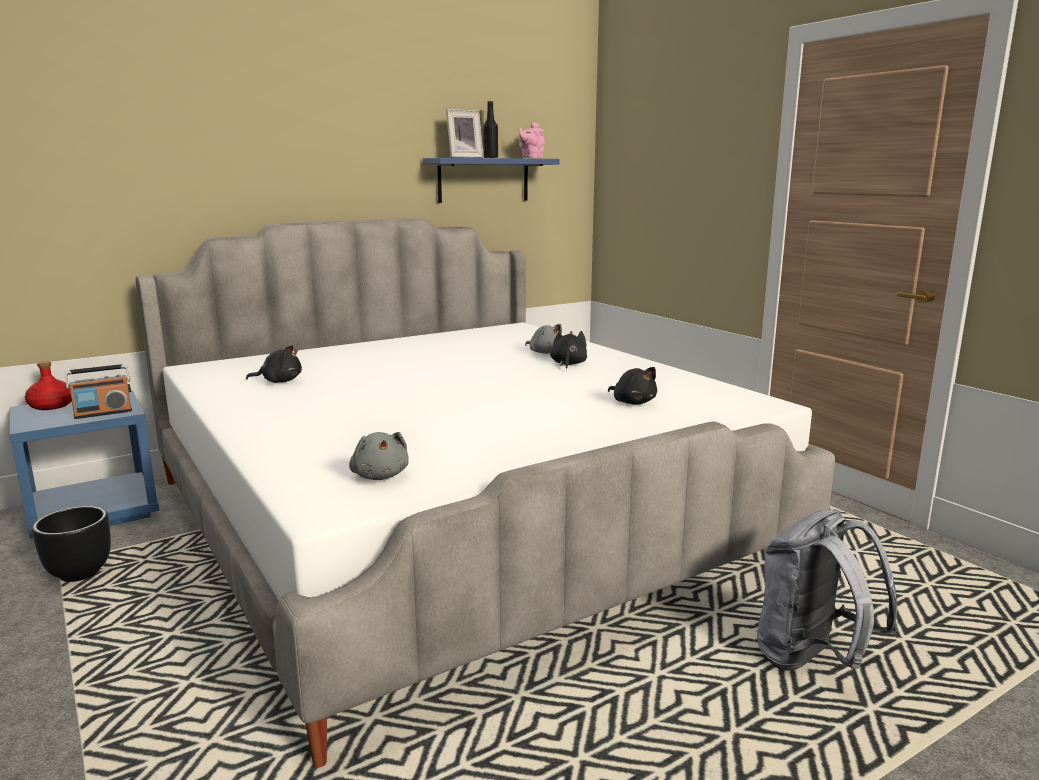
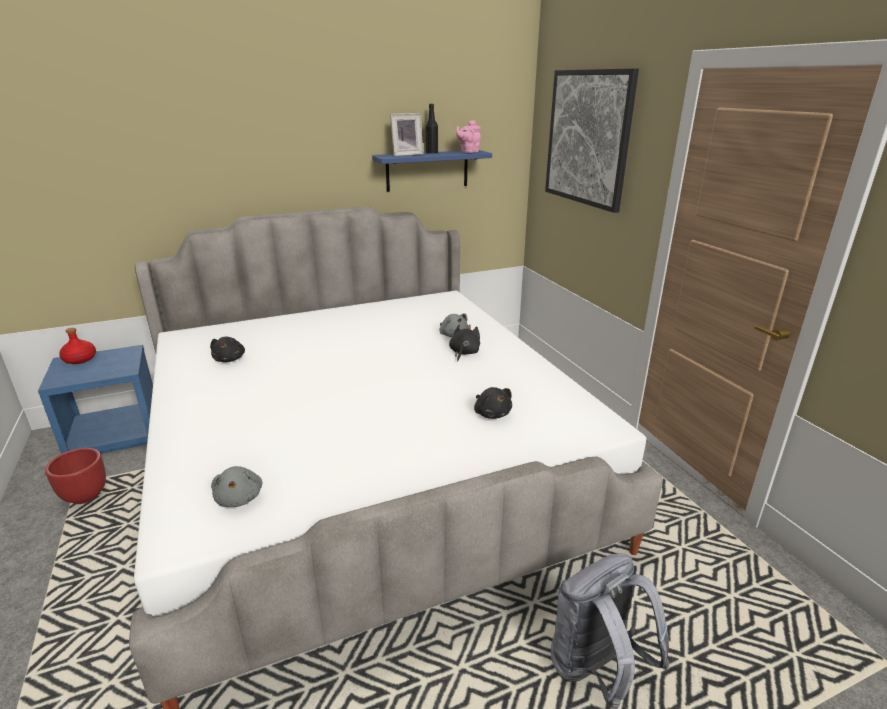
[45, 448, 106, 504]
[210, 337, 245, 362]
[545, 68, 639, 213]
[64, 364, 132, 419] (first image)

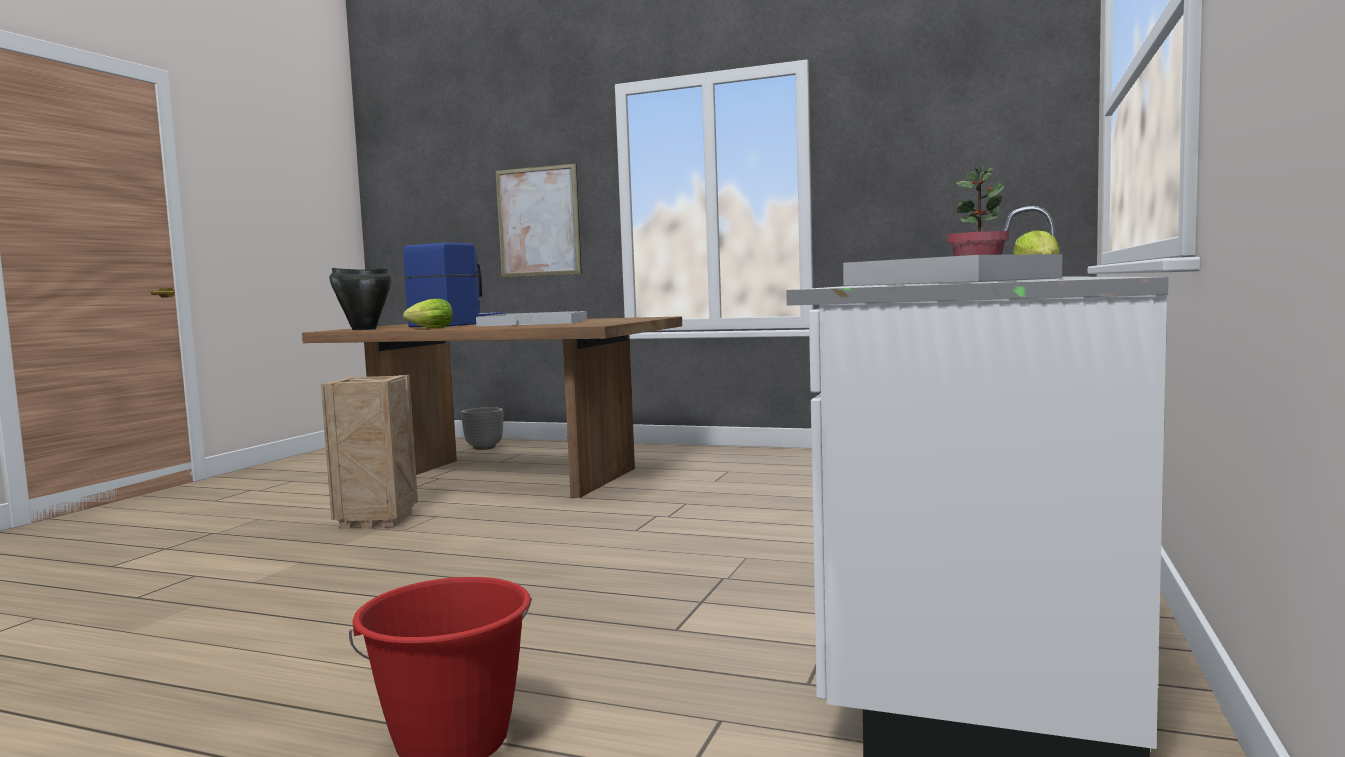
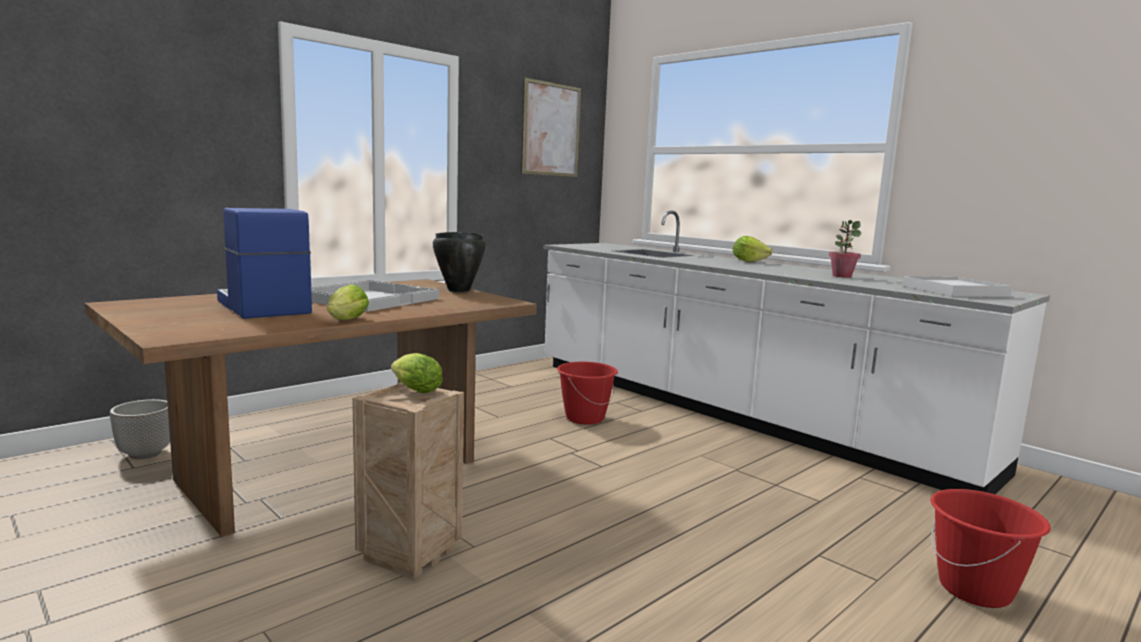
[391, 353, 443, 393]
[433, 232, 486, 292]
[521, 77, 581, 177]
[557, 362, 618, 424]

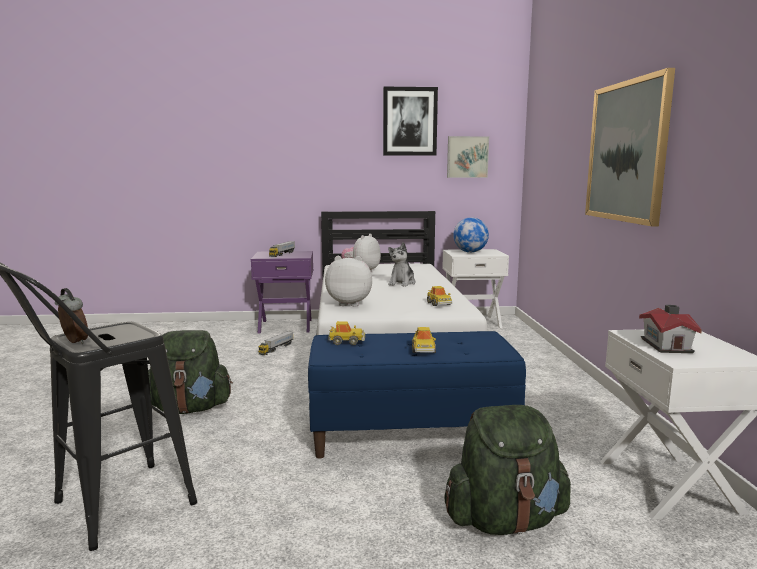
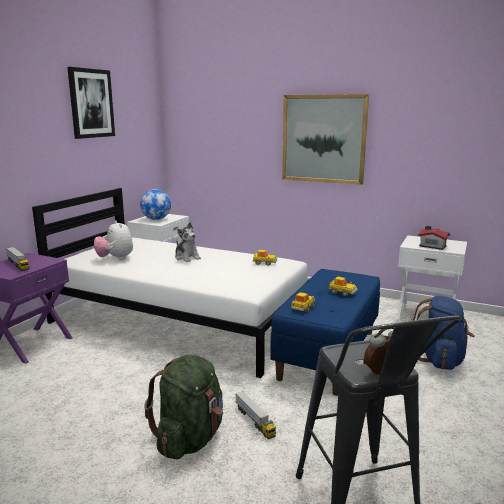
[235, 391, 276, 439]
[411, 296, 475, 370]
[325, 256, 372, 306] (first image)
[447, 136, 489, 178] (first image)

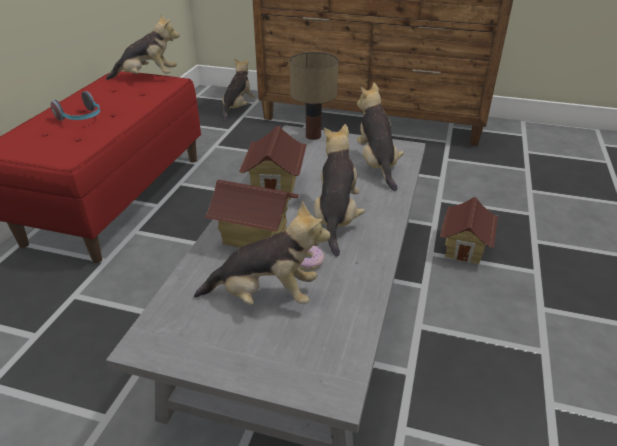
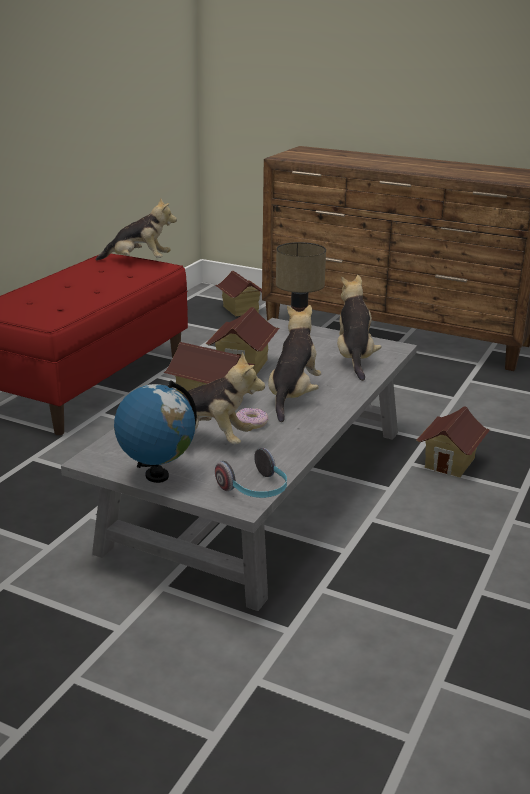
[114, 380, 197, 483]
[215, 271, 262, 317]
[215, 448, 287, 498]

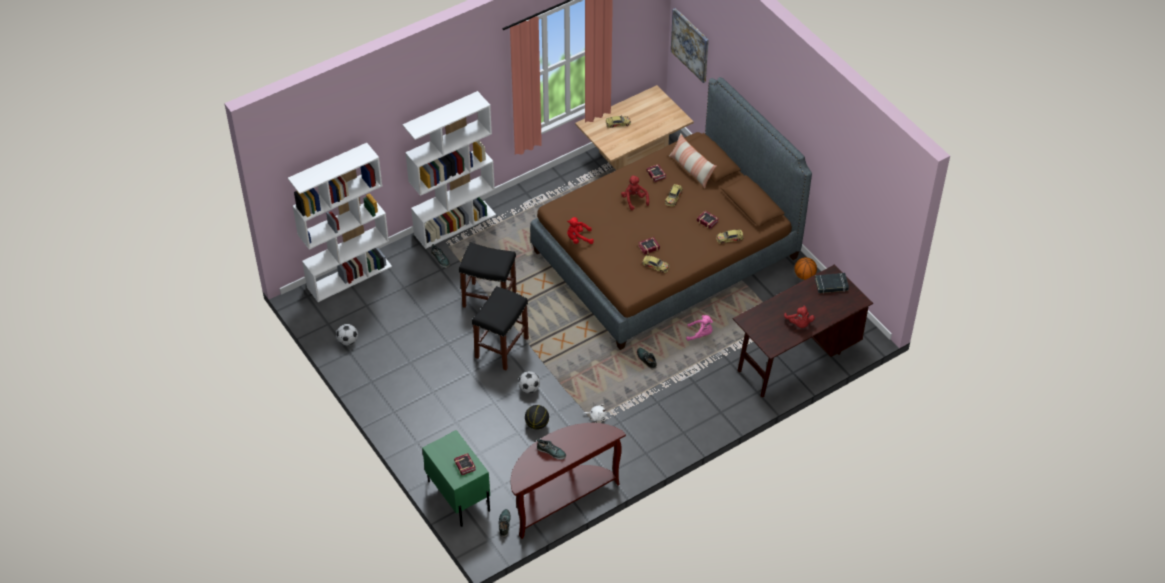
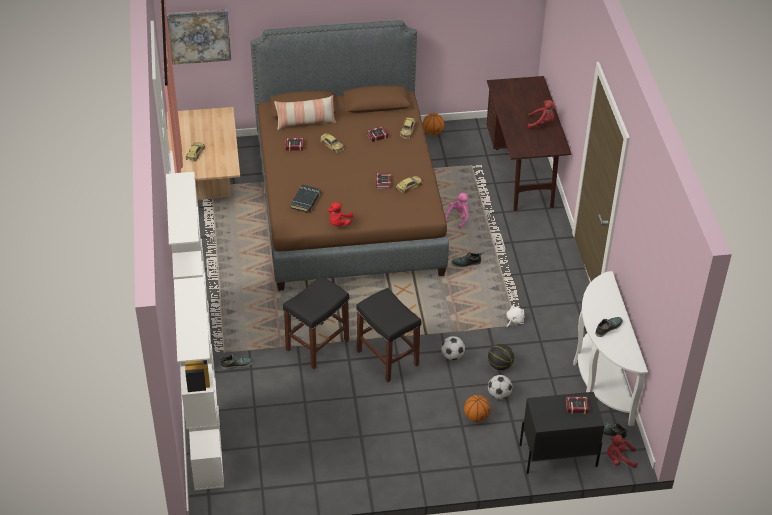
[290, 184, 321, 213]
[464, 395, 491, 422]
[488, 375, 512, 399]
[519, 392, 604, 474]
[573, 271, 648, 426]
[607, 434, 638, 468]

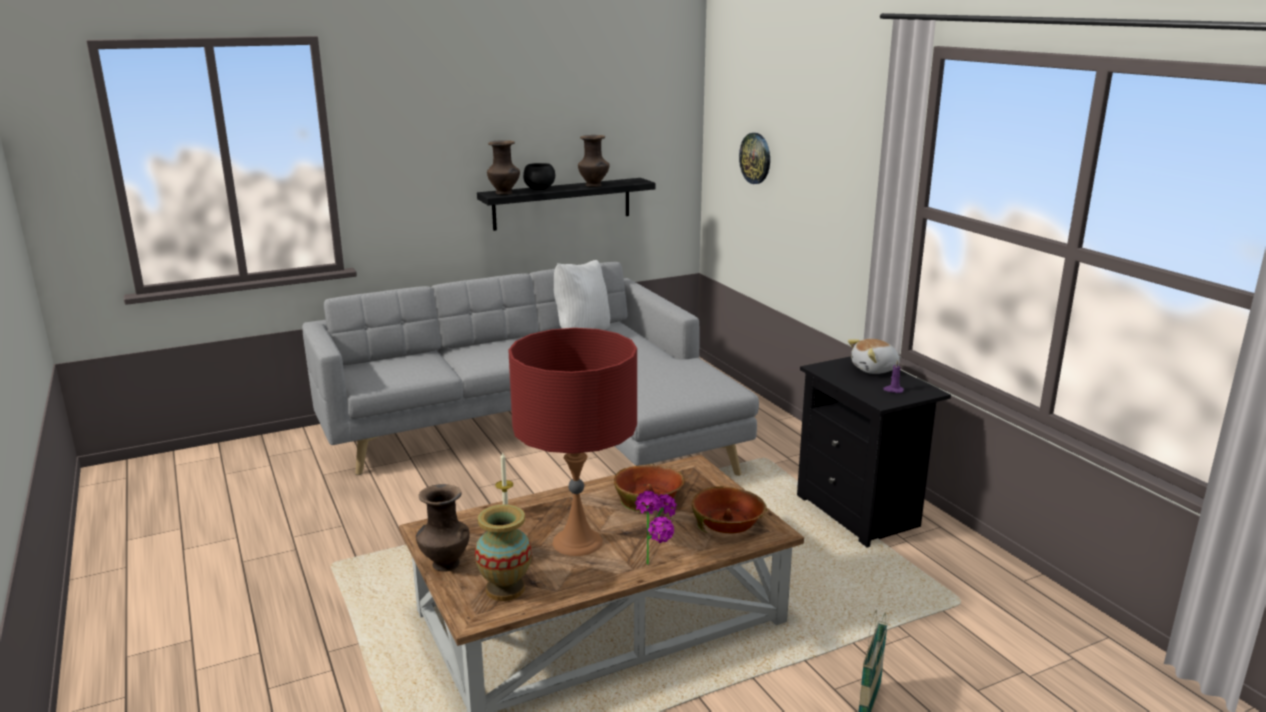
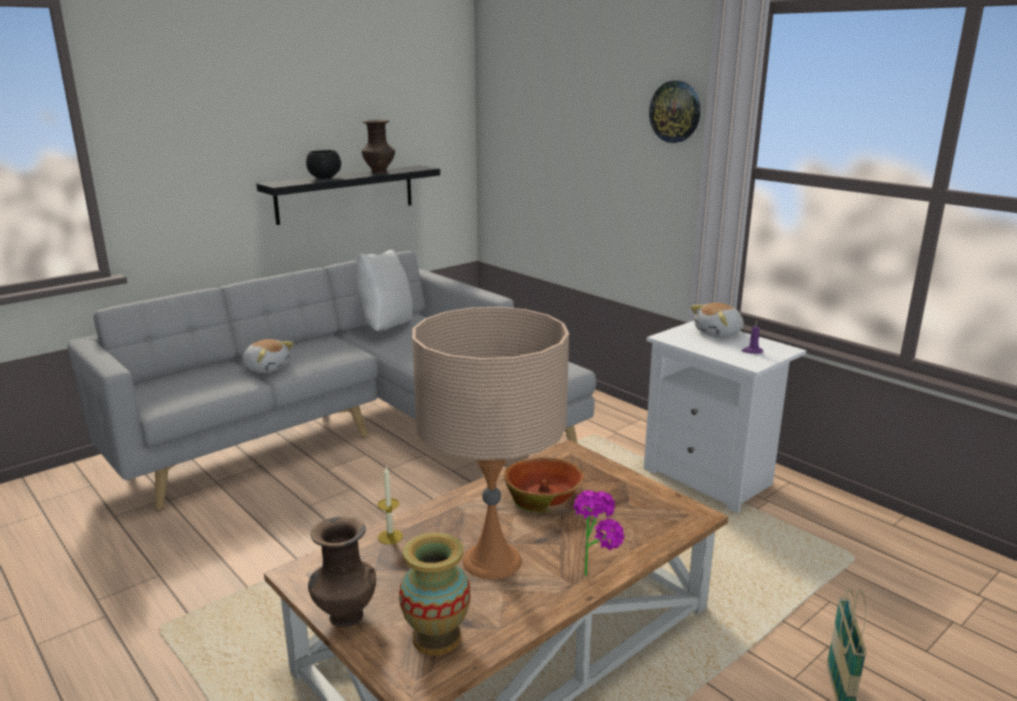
[242, 339, 294, 373]
[412, 307, 569, 579]
[644, 321, 806, 513]
[649, 81, 700, 143]
[487, 140, 520, 195] (first image)
[692, 486, 767, 534] (first image)

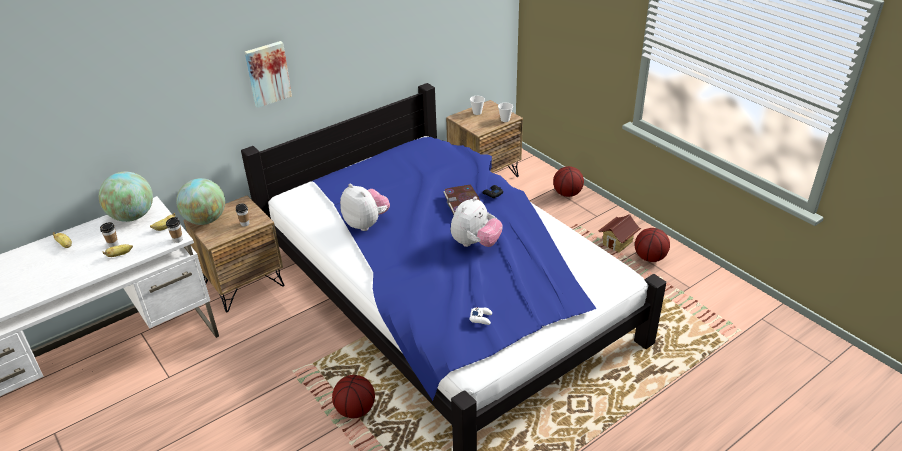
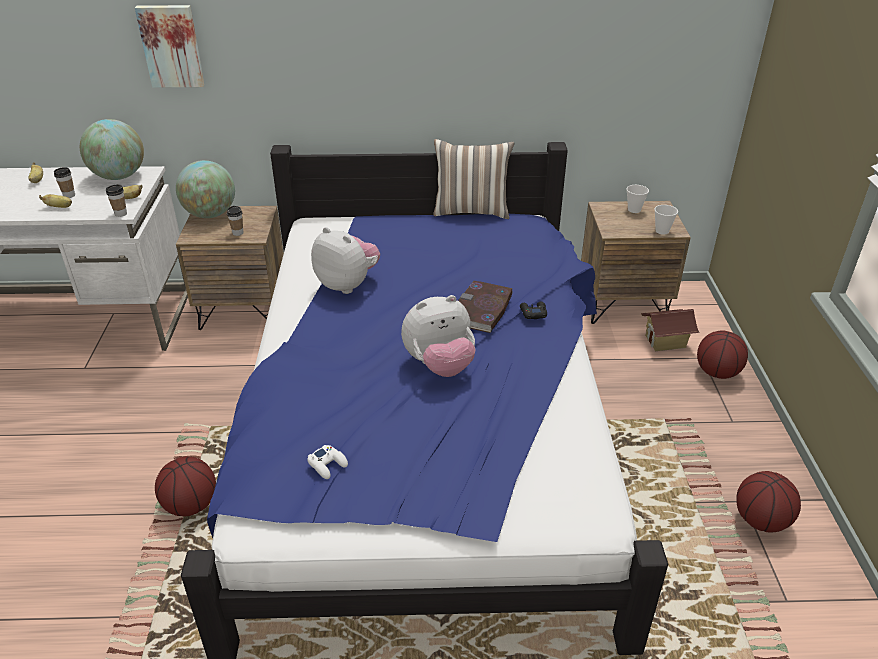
[135, 5, 205, 88]
[311, 227, 380, 294]
[433, 139, 514, 219]
[641, 309, 700, 351]

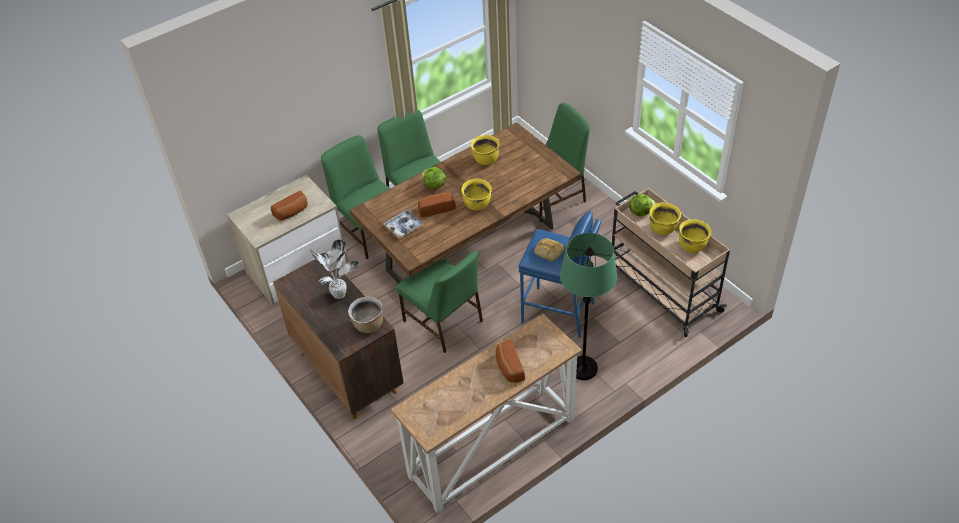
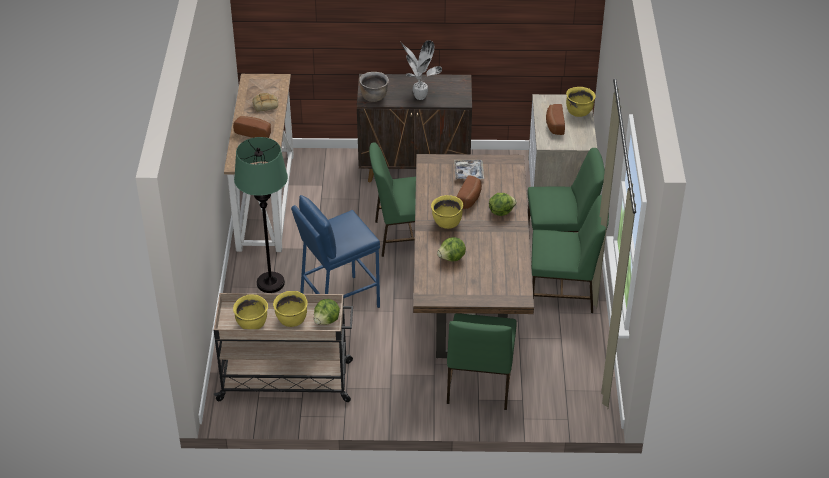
[252, 93, 278, 112]
[437, 237, 466, 261]
[566, 87, 596, 117]

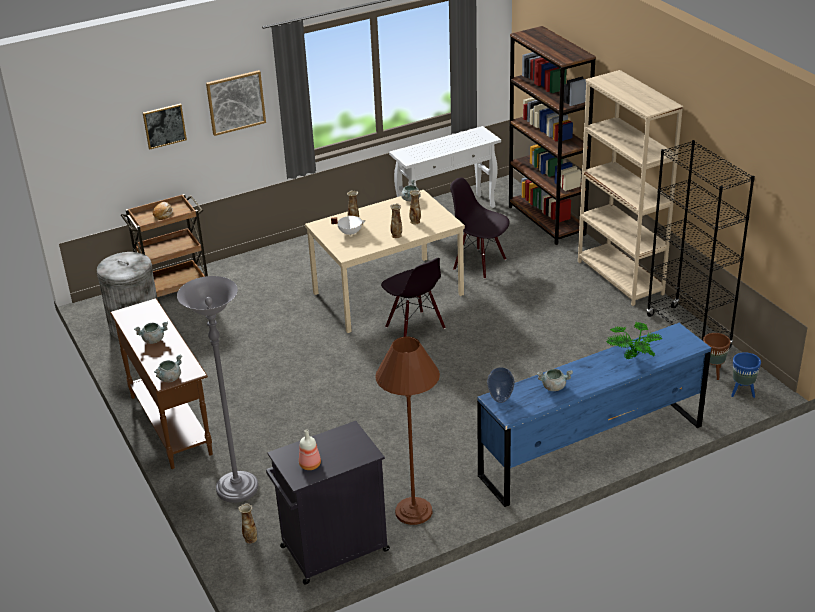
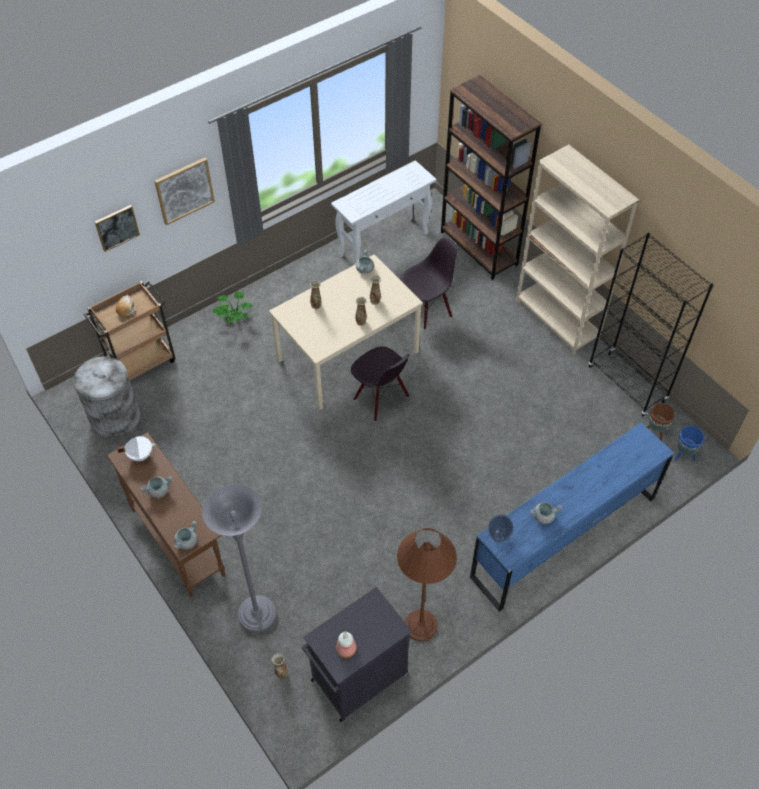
[117, 436, 155, 461]
[213, 291, 252, 324]
[400, 237, 458, 330]

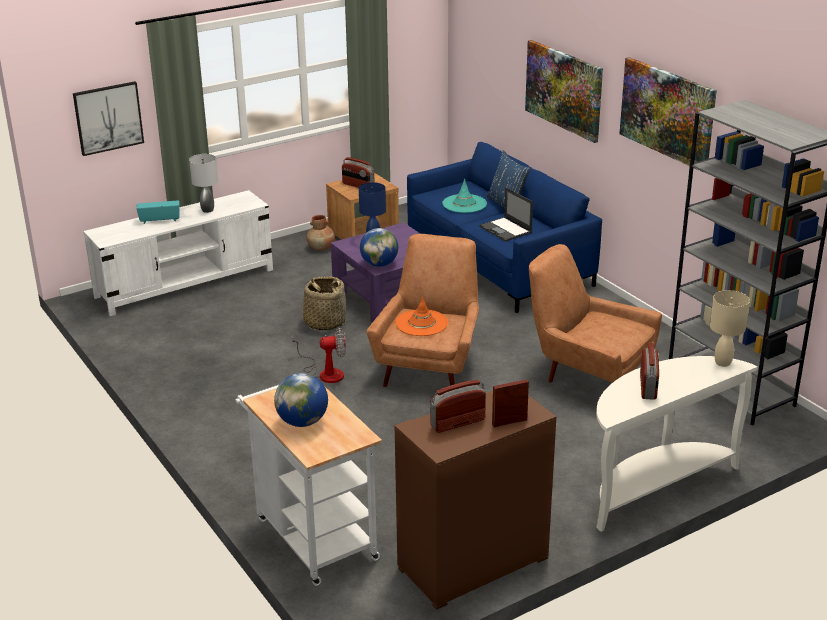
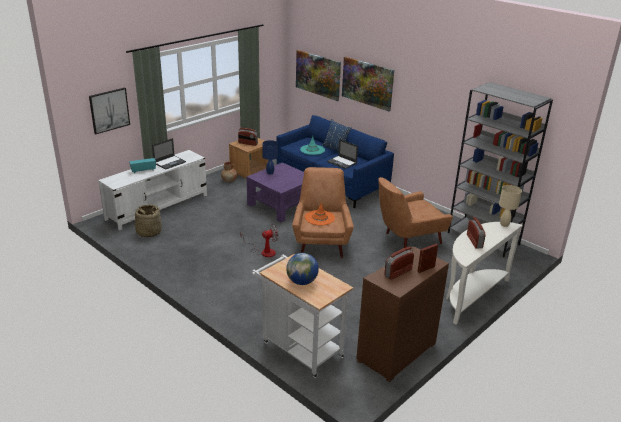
[131, 205, 164, 237]
[152, 138, 186, 170]
[296, 50, 341, 101]
[378, 177, 453, 248]
[360, 228, 398, 267] (first image)

